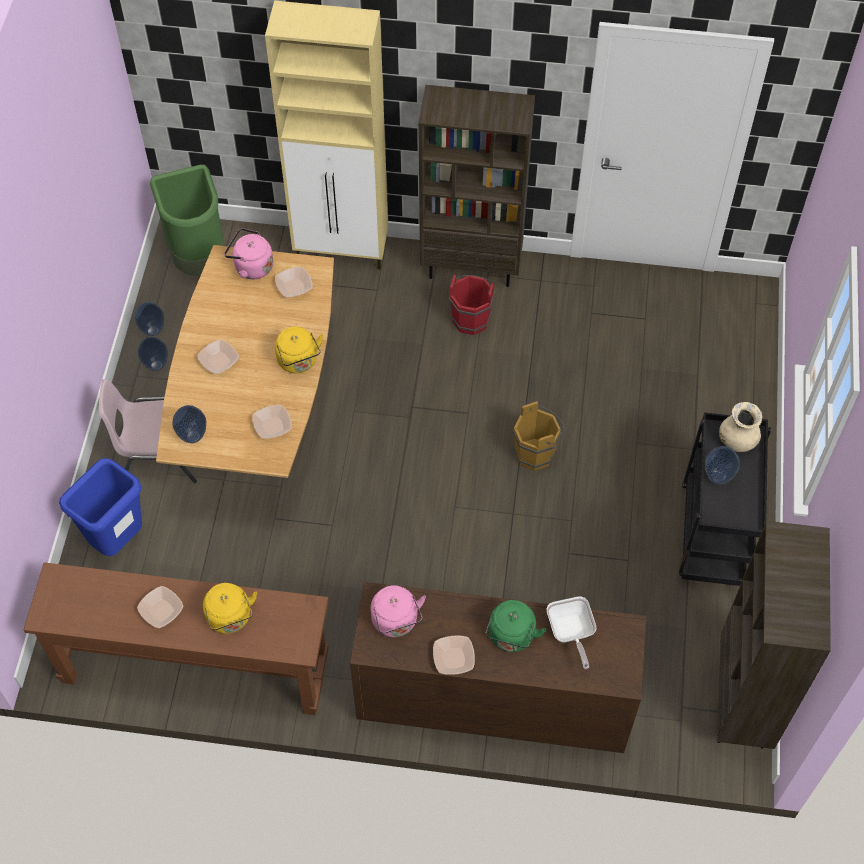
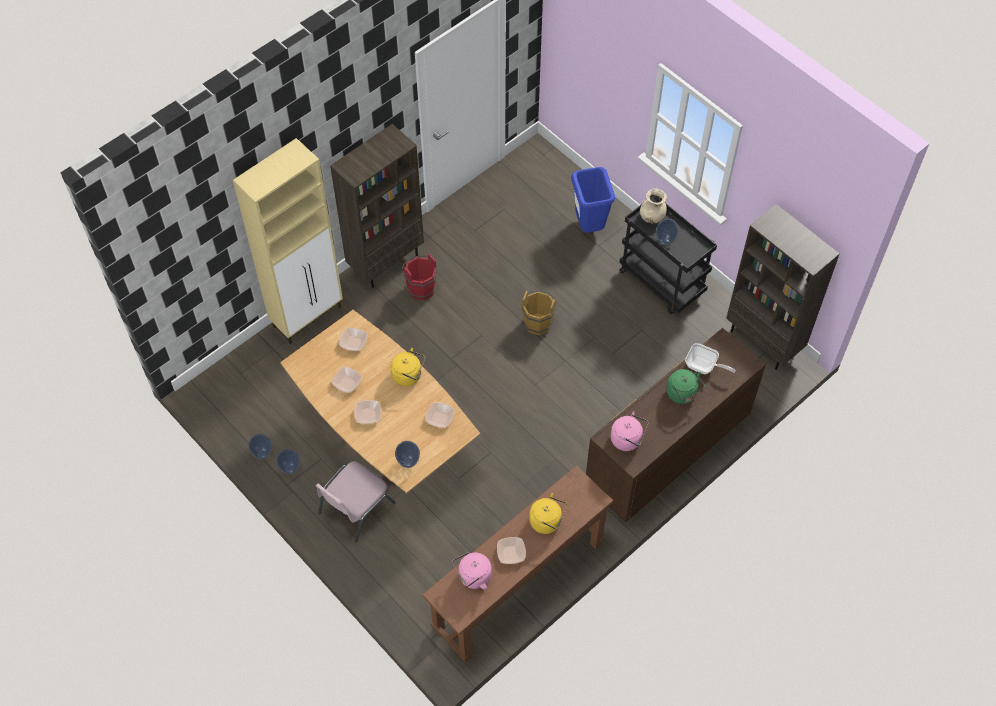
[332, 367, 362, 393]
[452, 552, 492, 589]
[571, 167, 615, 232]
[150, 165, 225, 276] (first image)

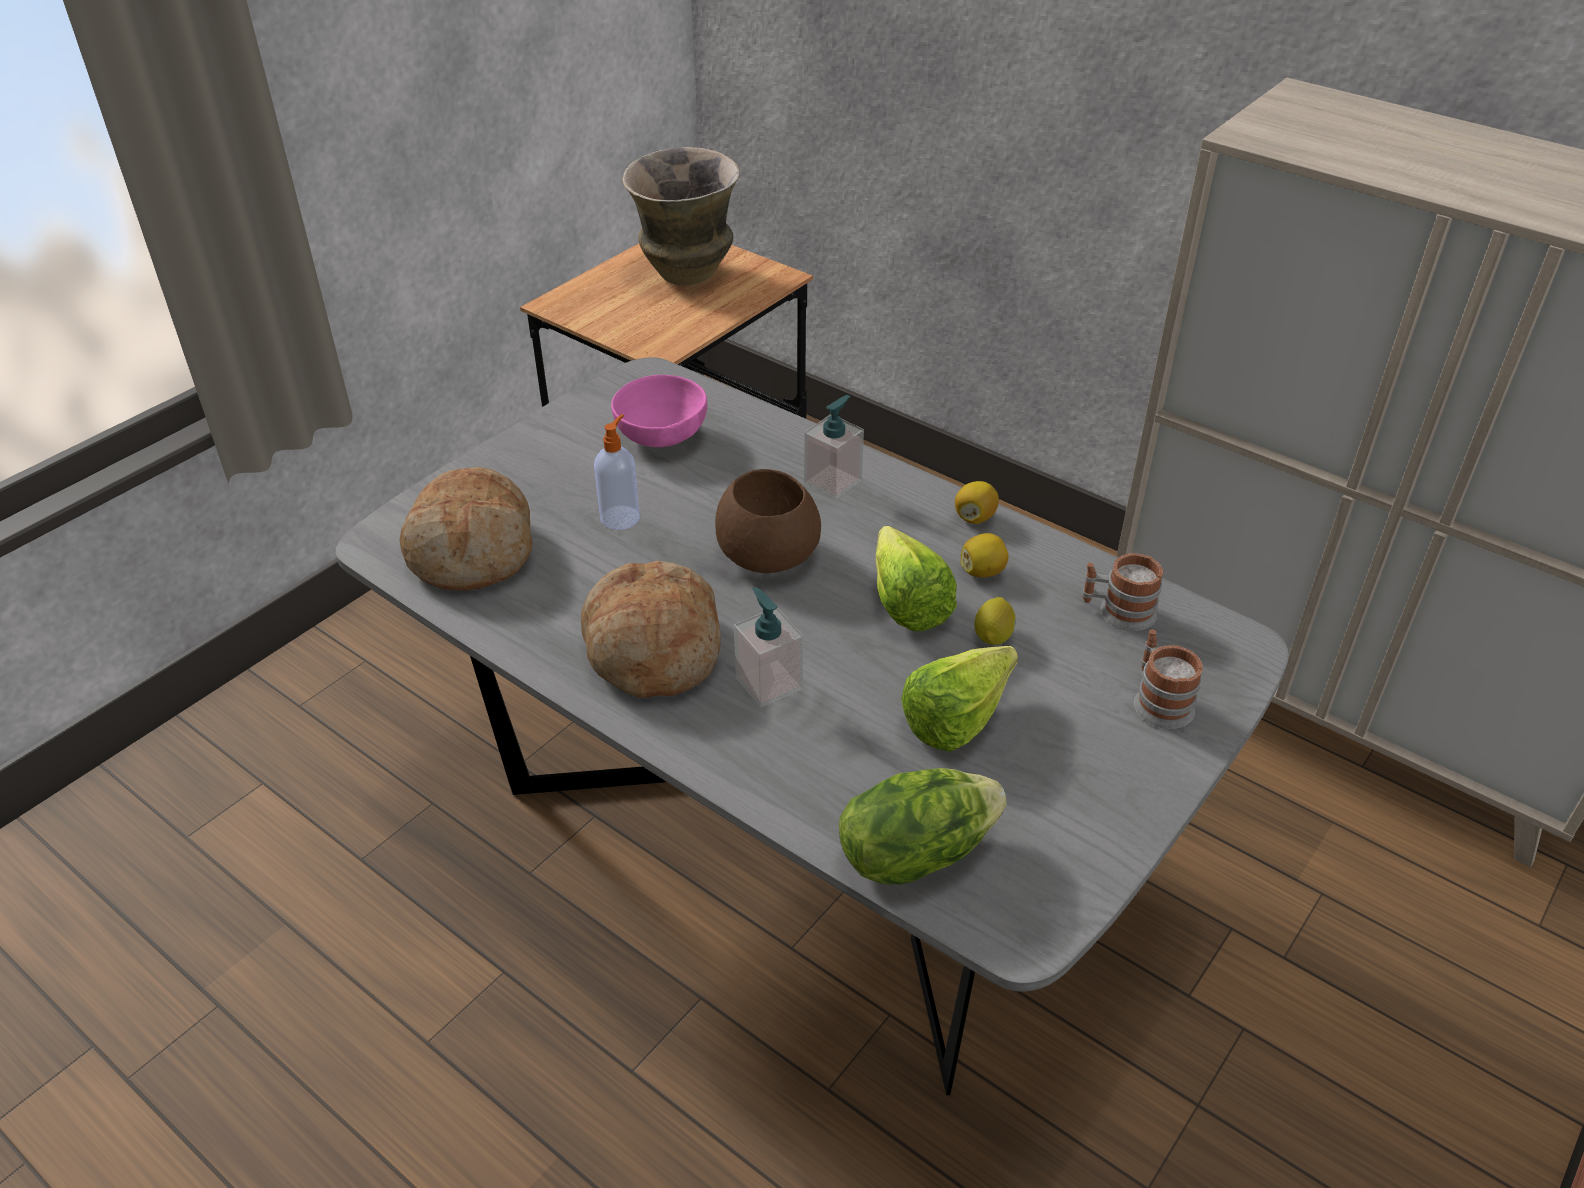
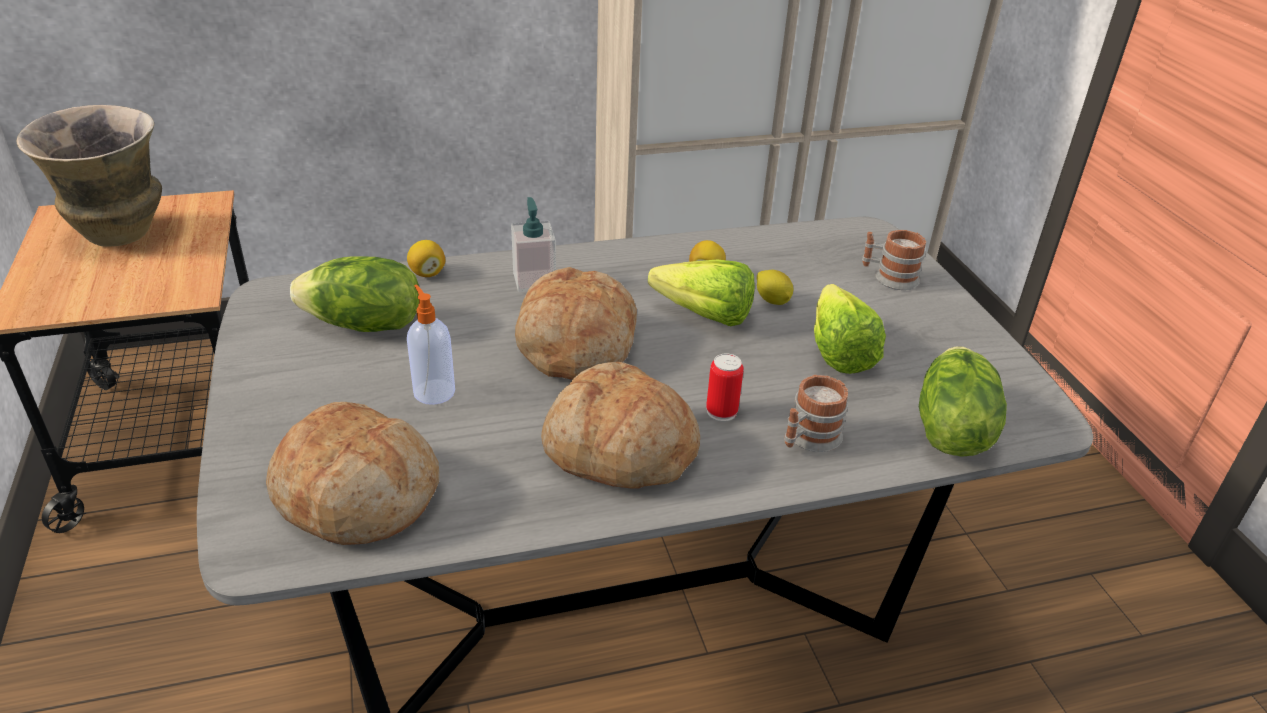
[290, 256, 419, 332]
[407, 240, 445, 277]
[515, 267, 637, 380]
[706, 353, 744, 422]
[784, 375, 848, 452]

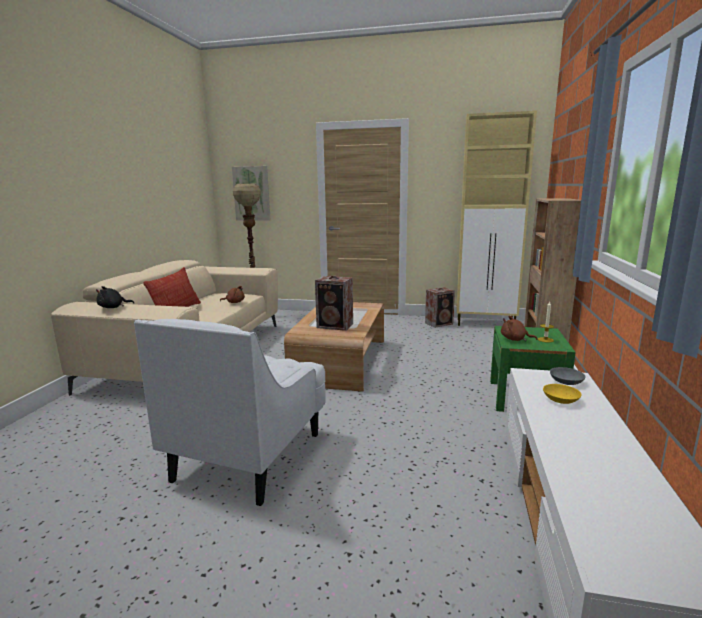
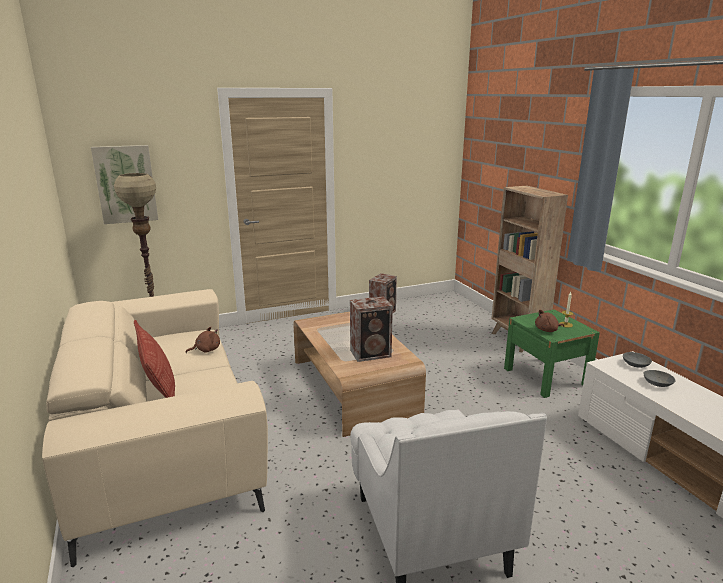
[643, 370, 676, 387]
[96, 286, 134, 308] (first image)
[457, 111, 537, 326] (first image)

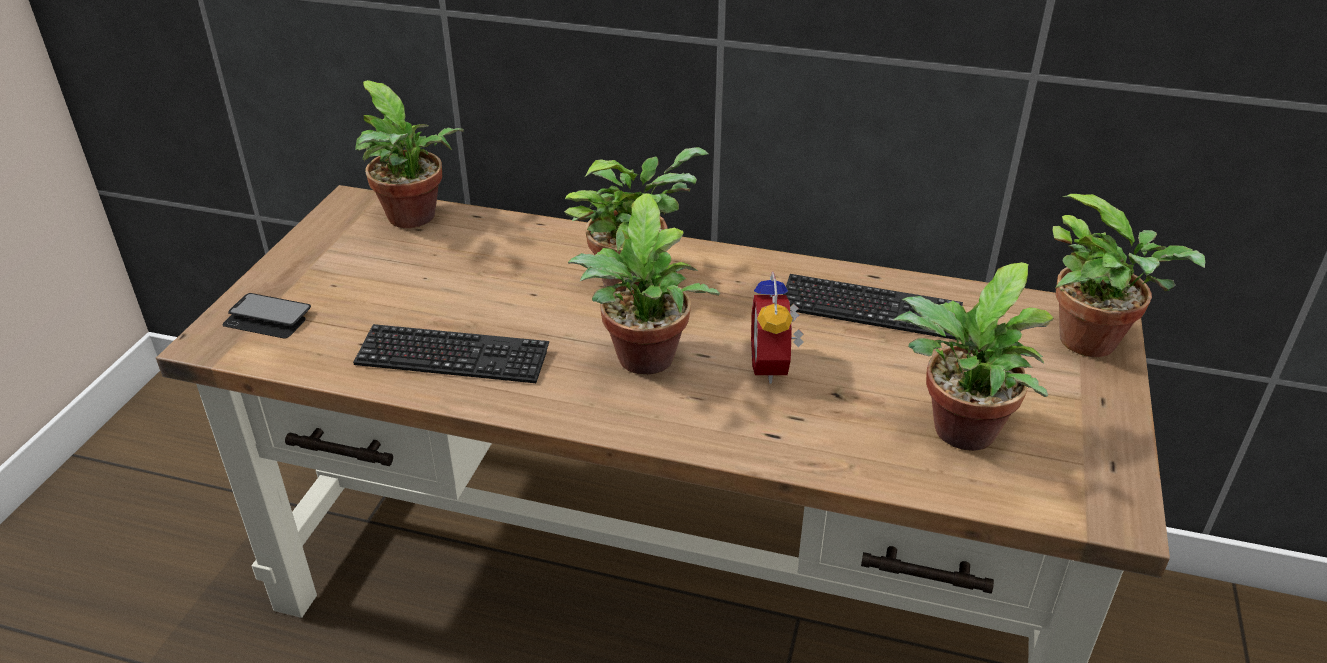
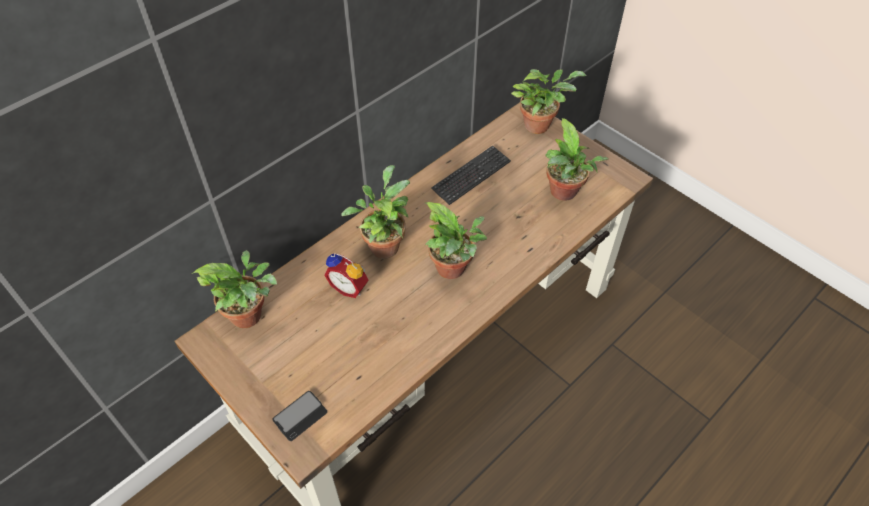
[324, 253, 368, 298]
[353, 324, 549, 383] (first image)

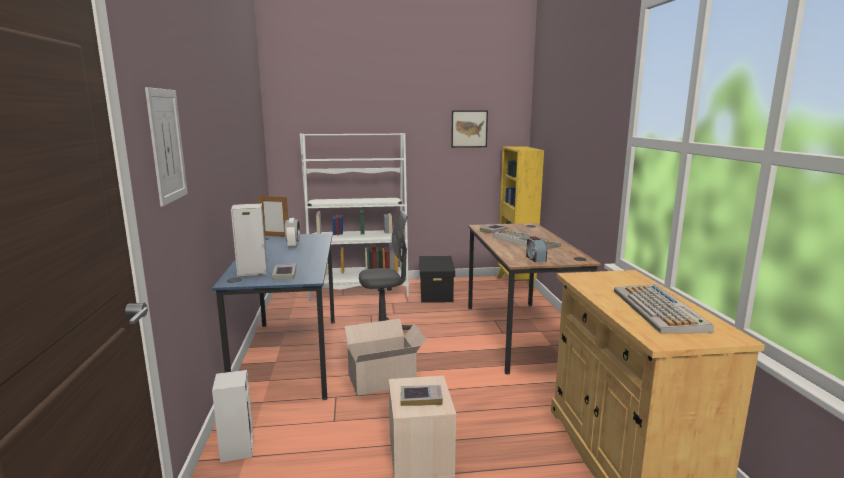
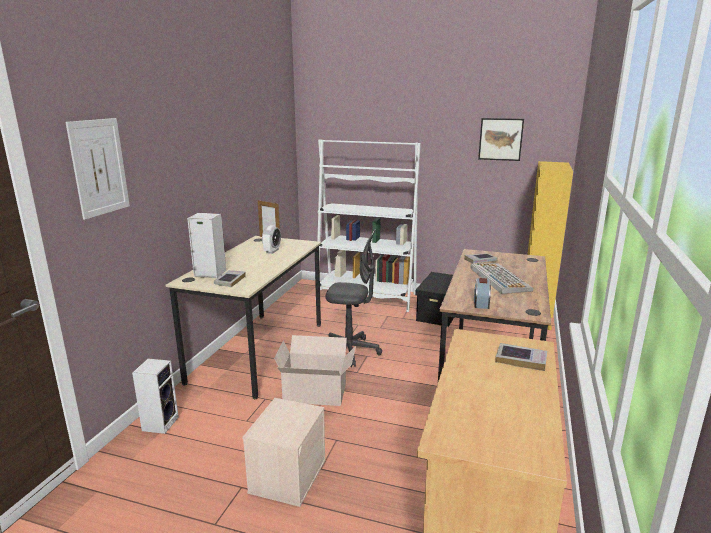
[165, 236, 321, 399]
[495, 343, 547, 371]
[614, 284, 714, 333] (first image)

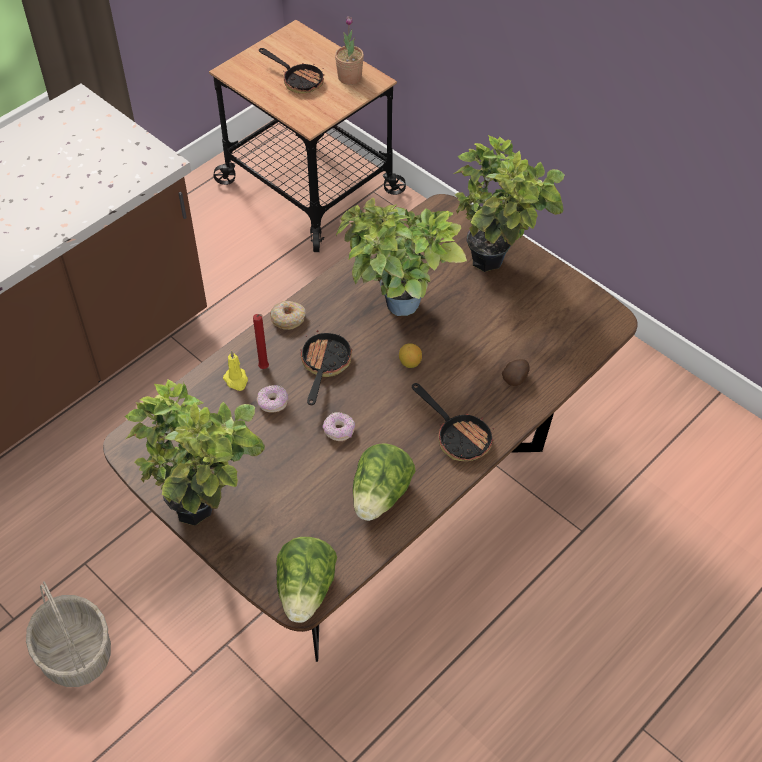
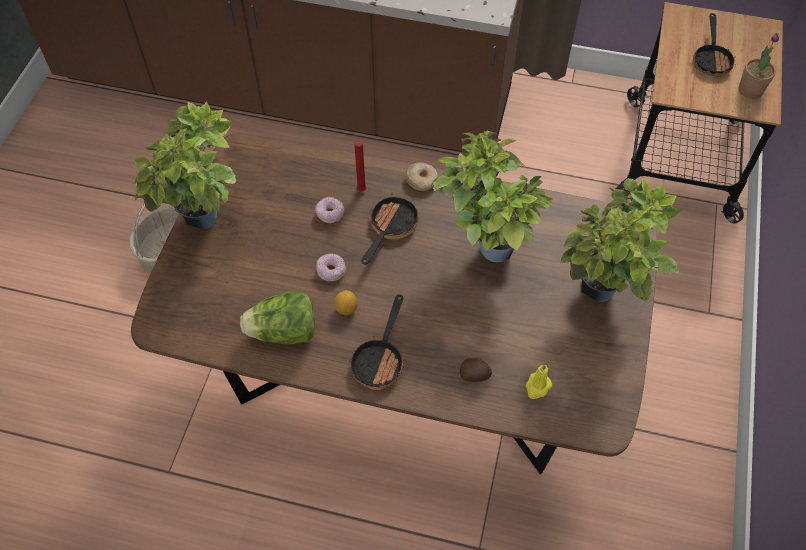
[334, 291, 358, 315]
[361, 189, 419, 265]
[526, 364, 552, 399]
[276, 537, 337, 623] (first image)

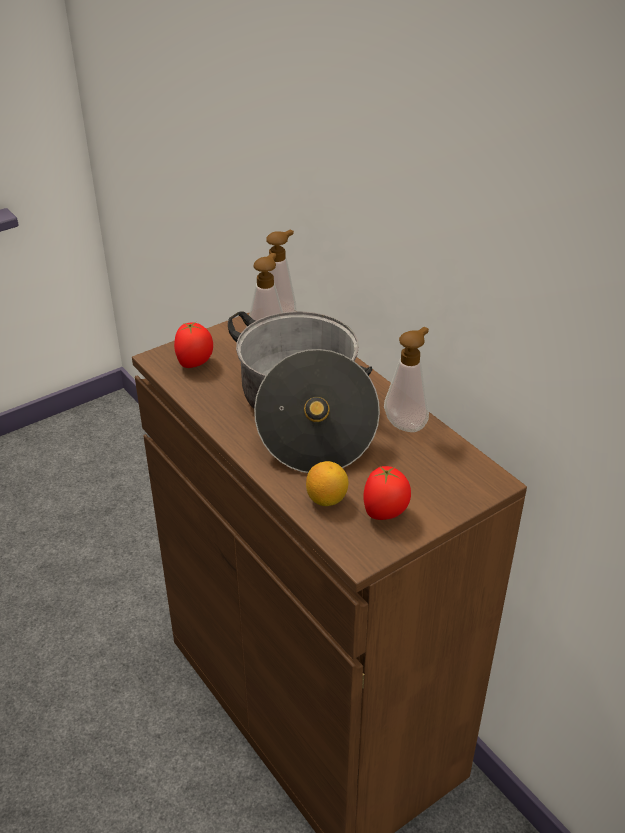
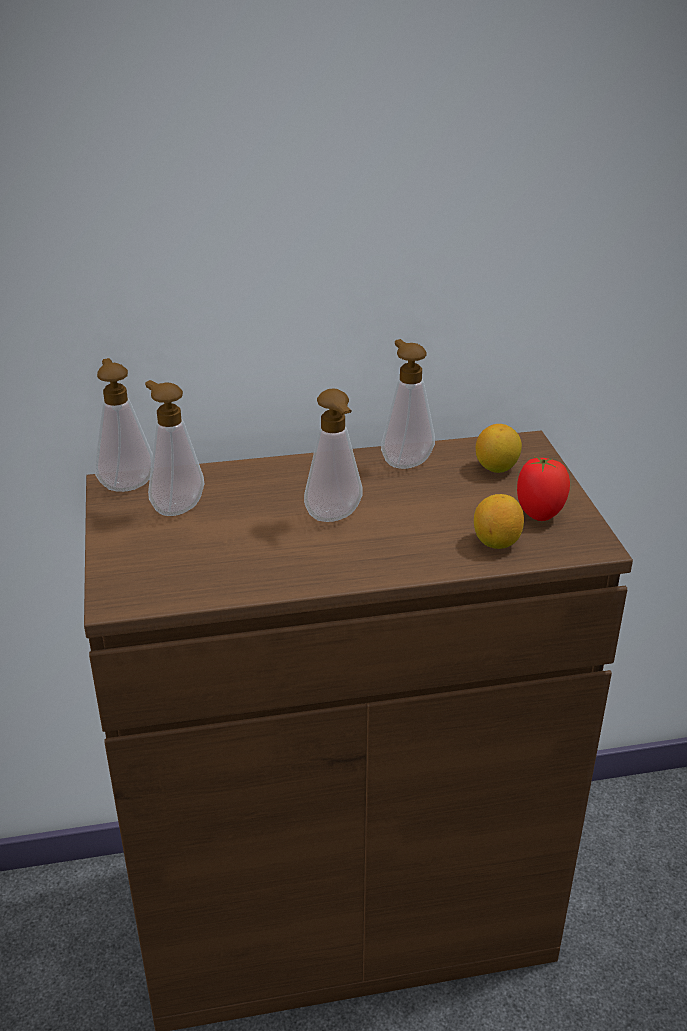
[304, 388, 363, 522]
[476, 424, 522, 473]
[174, 321, 213, 368] (first image)

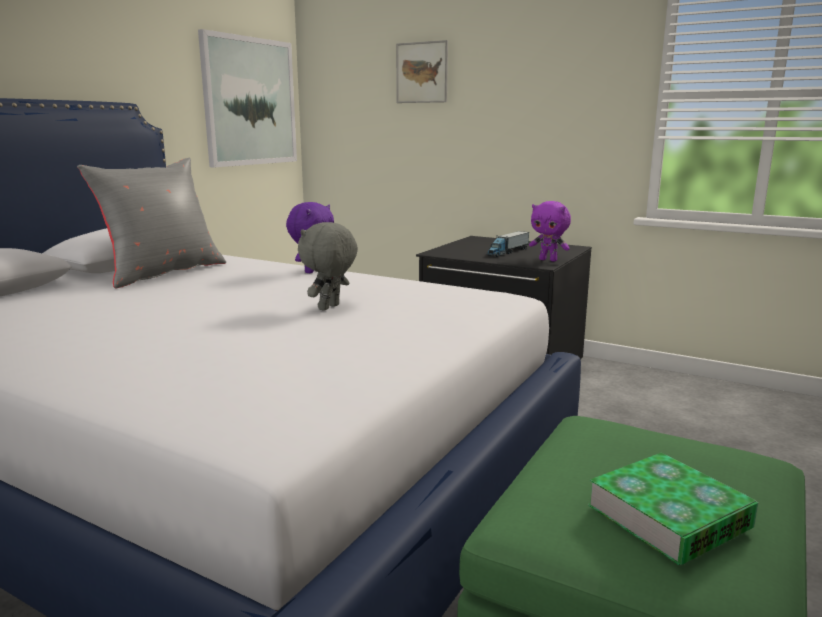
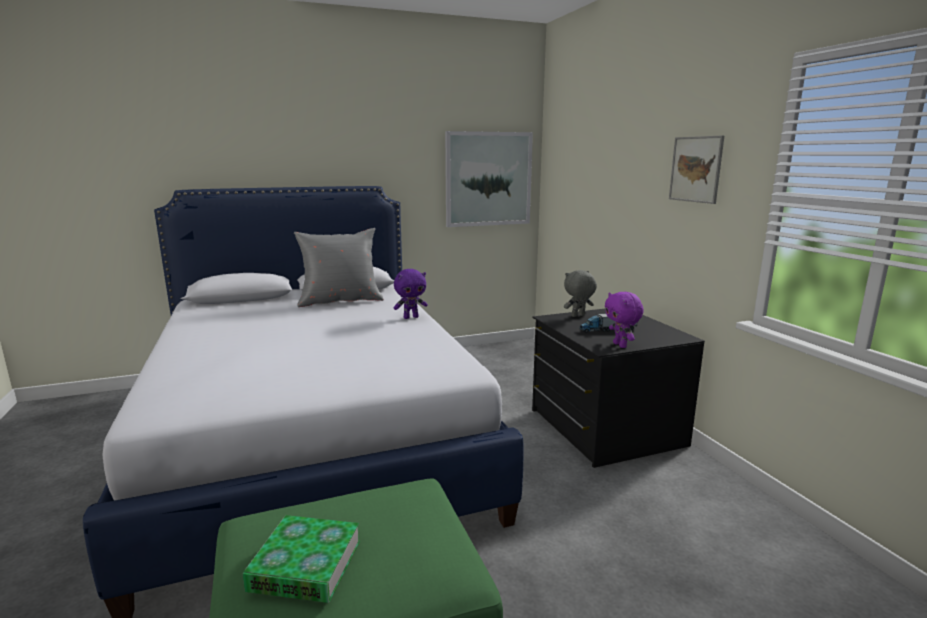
[564, 270, 597, 317]
[669, 136, 724, 204]

